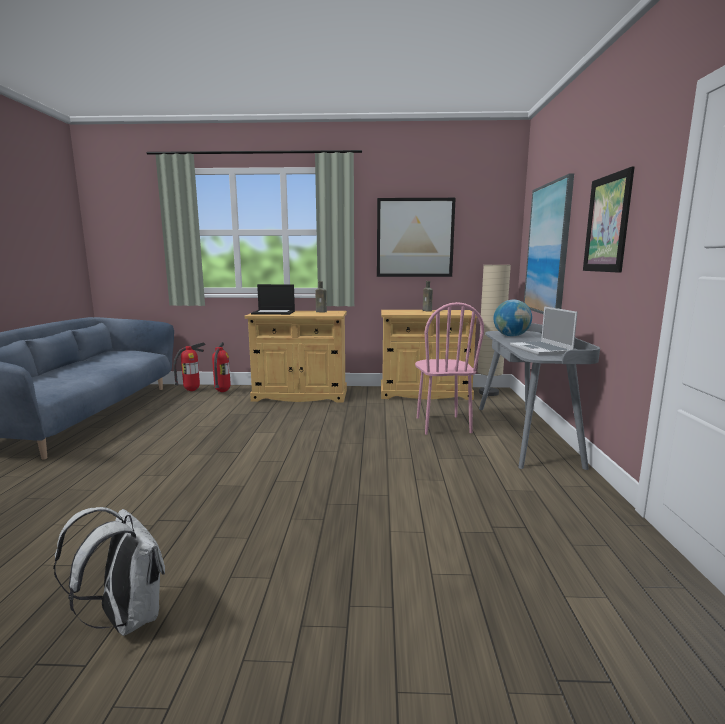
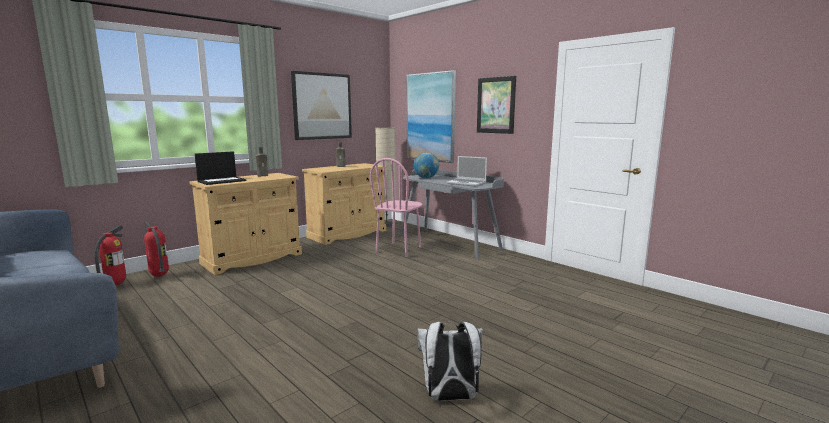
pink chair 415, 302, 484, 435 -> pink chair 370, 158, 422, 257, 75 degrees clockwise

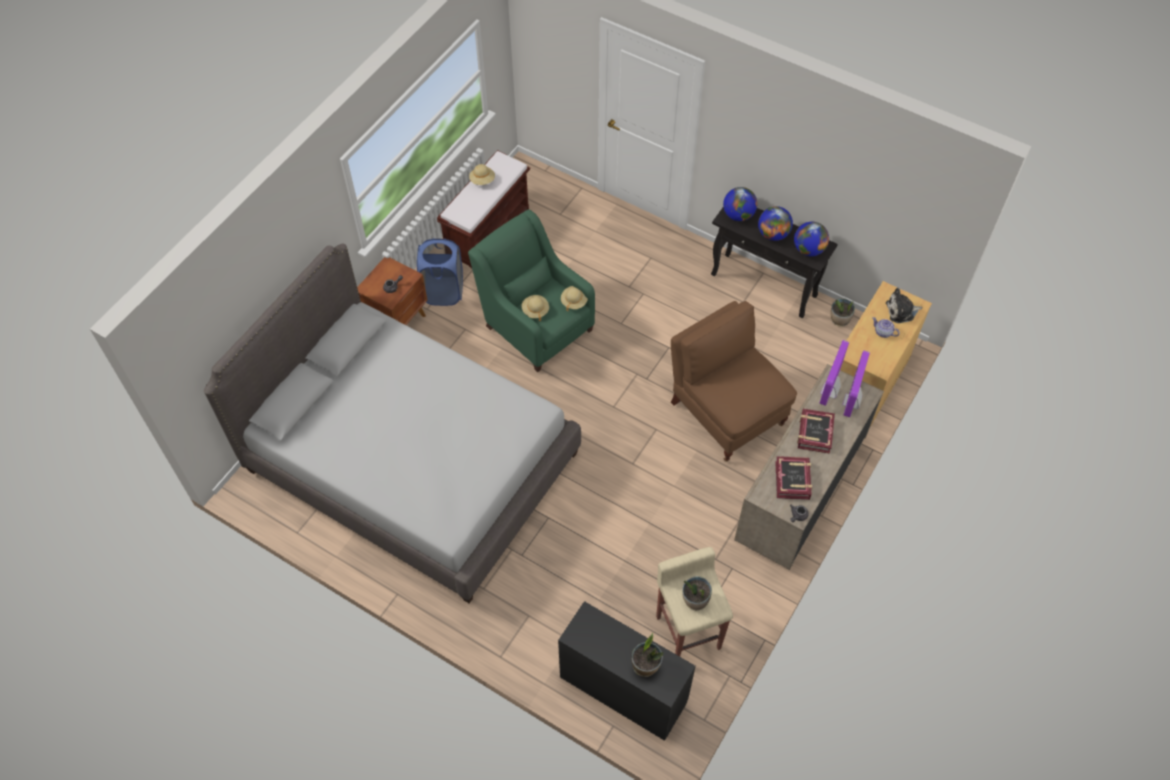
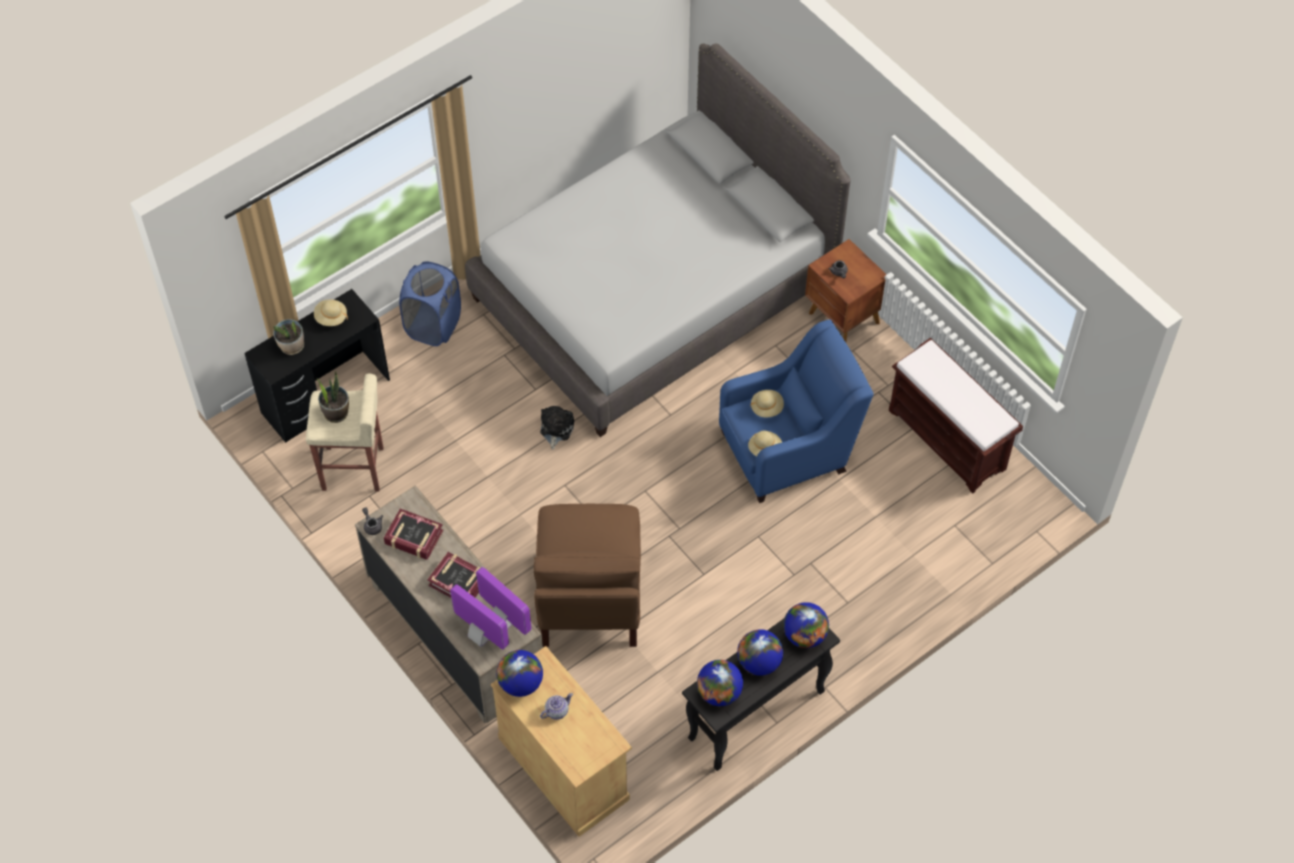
potted plant 831, 298, 855, 327 -> none
none -> globe 497, 650, 543, 697
blue laundry basket 417, 238, 463, 306 -> blue laundry basket 399, 261, 461, 346, shifted
beige hat 469, 164, 495, 185 -> beige hat 314, 299, 348, 326, shifted
plush toy 886, 288, 922, 323 -> plush toy 540, 406, 574, 450, shifted
green armchair 468, 209, 595, 372 -> blue armchair 719, 319, 874, 503
brown chair 671, 301, 797, 462 -> brown chair 534, 504, 641, 647, 105 degrees clockwise

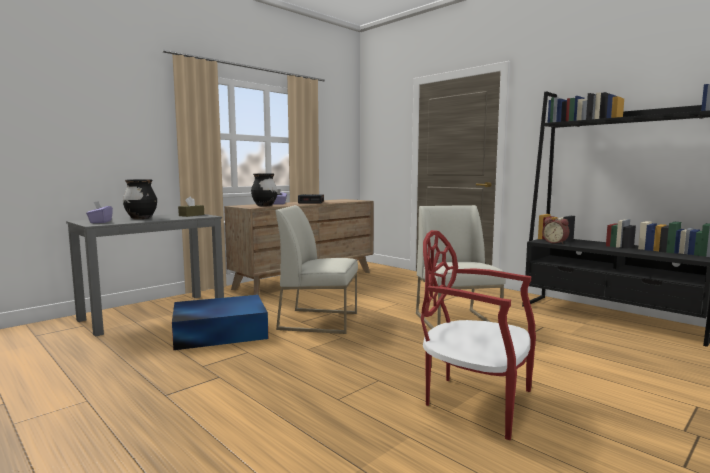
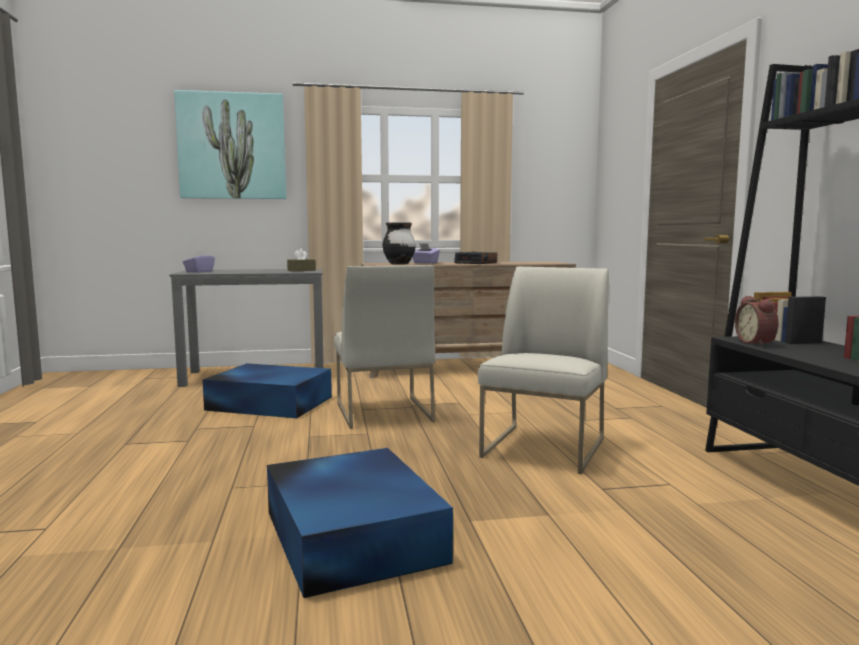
black vase 123, 179, 157, 219 -> none
none -> picture 174, 90, 286, 199
red chair 421, 230, 536, 440 -> blue storage box 267, 448, 453, 598
white chair 275, 205, 358, 334 -> white chair 334, 265, 435, 429, 150 degrees counterclockwise

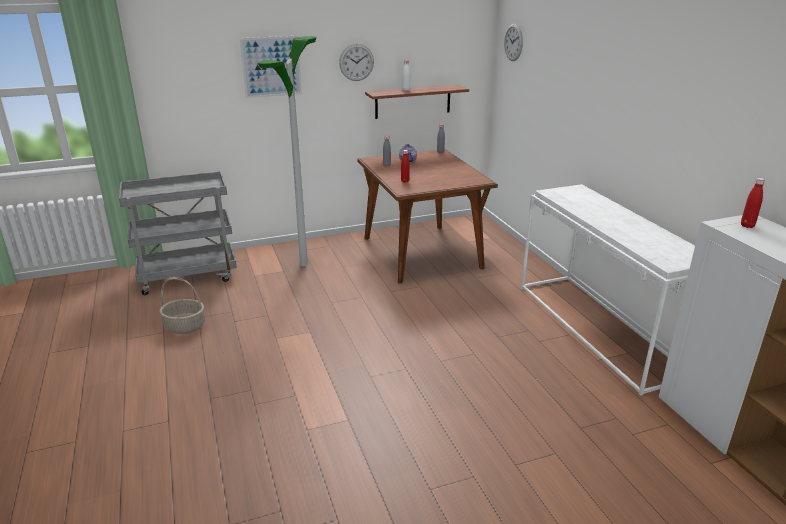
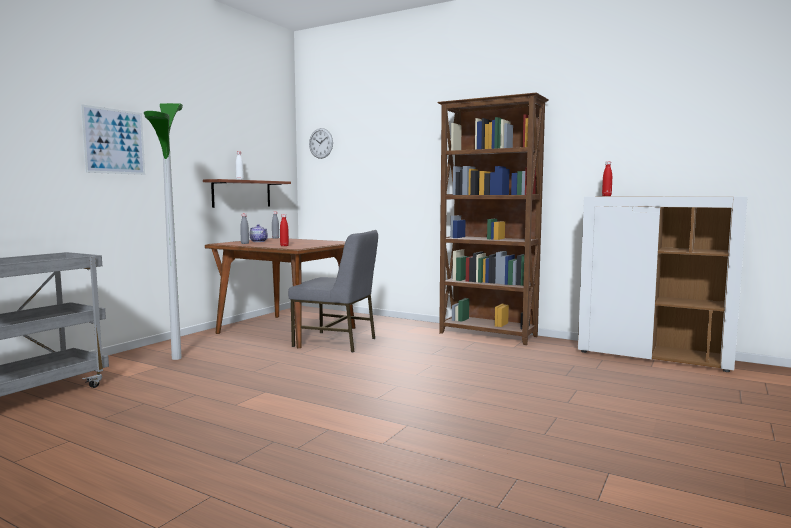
basket 159, 277, 205, 334 -> none
wall clock 339, 44, 374, 81 -> none
none -> grey chair 288, 230, 378, 352
white console table 521, 184, 695, 396 -> brown bookcase 437, 93, 549, 345

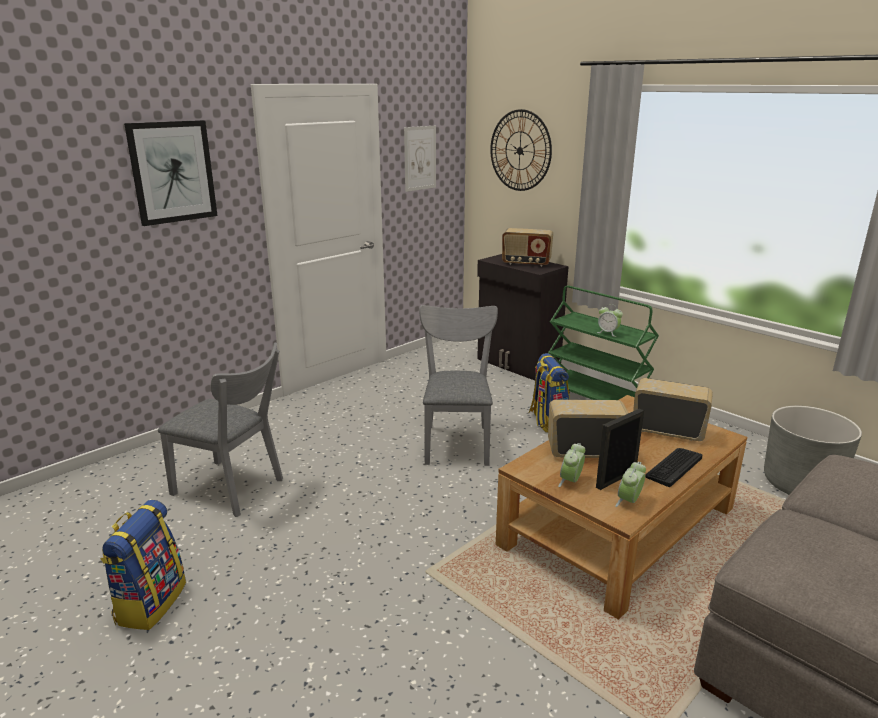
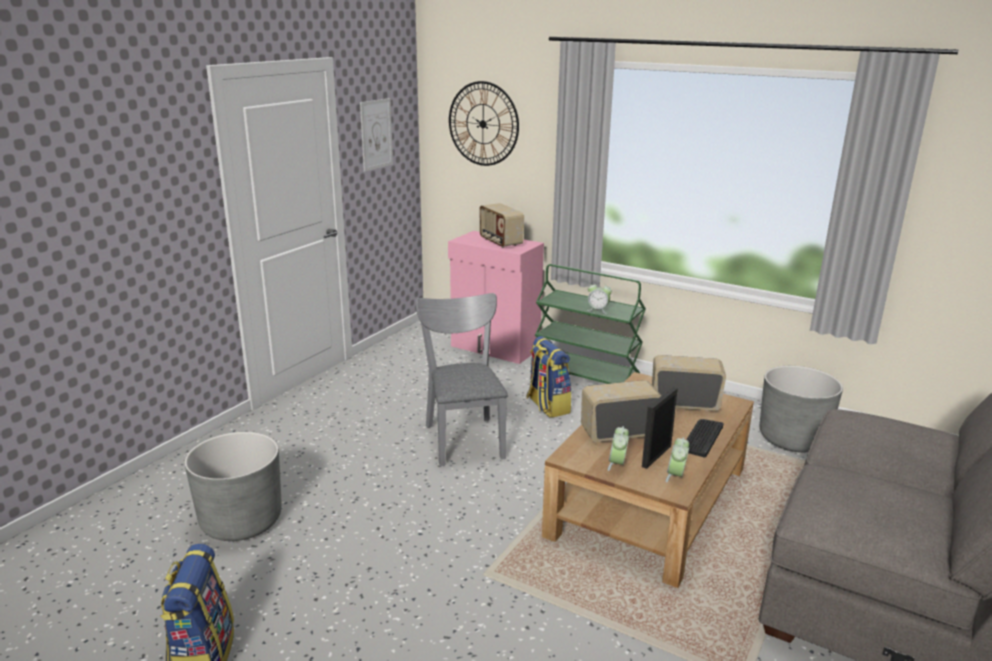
picture 124, 120, 218, 226 -> none
grey chair 158, 342, 283, 517 -> grey planter 184, 432, 282, 541
black cabinet 477, 254, 569, 380 -> pink cabinet 448, 231, 544, 364
radio 502, 228, 553, 267 -> radio 480, 203, 524, 248, 60 degrees clockwise

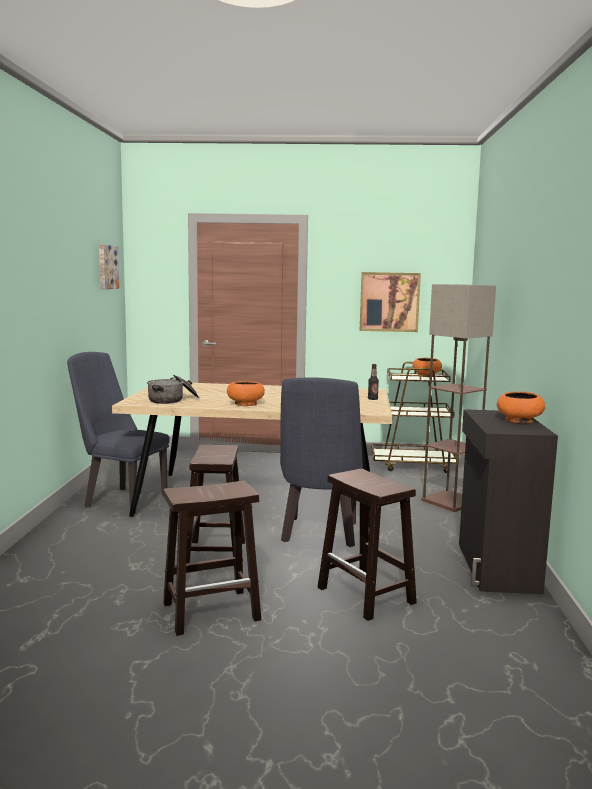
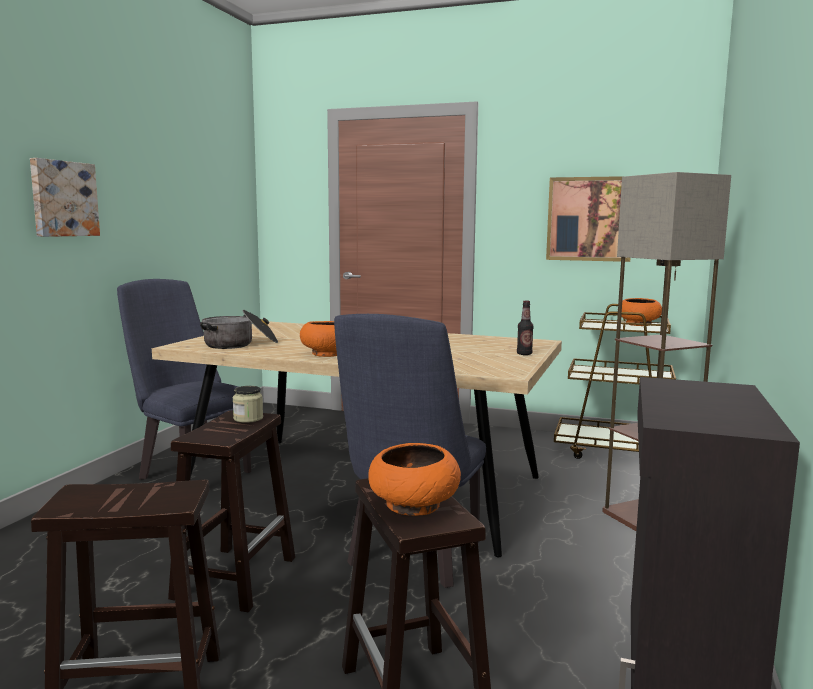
none -> jar 233, 386, 263, 423
picture 99, 244, 119, 289 -> picture 30, 158, 100, 237, shifted
orange bowl 497, 392, 545, 423 -> orange bowl 368, 443, 461, 516, shifted

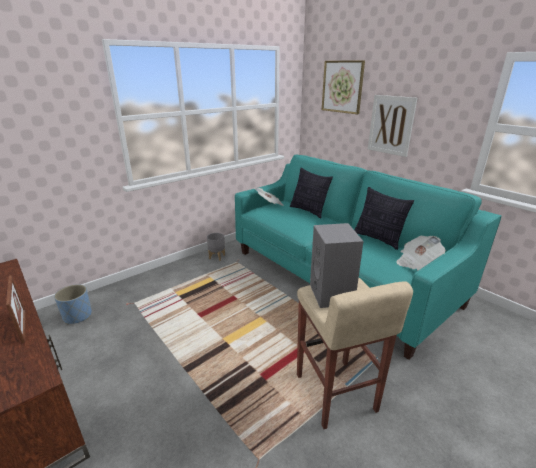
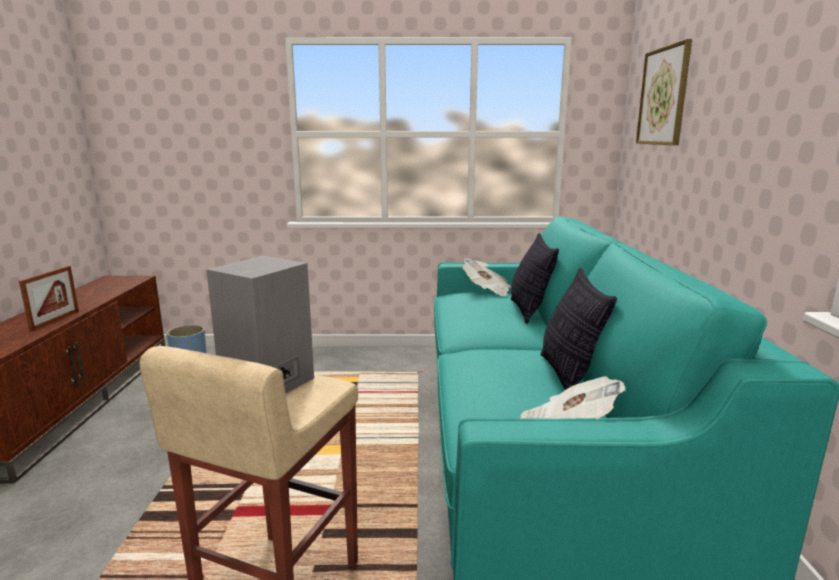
grey planter 207, 233, 225, 261 -> none
picture 368, 95, 417, 157 -> none

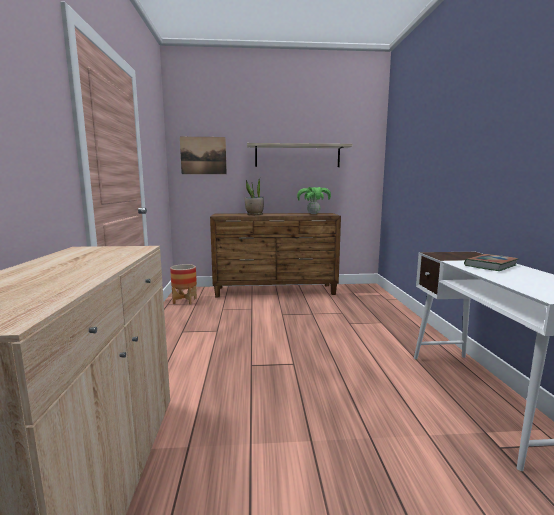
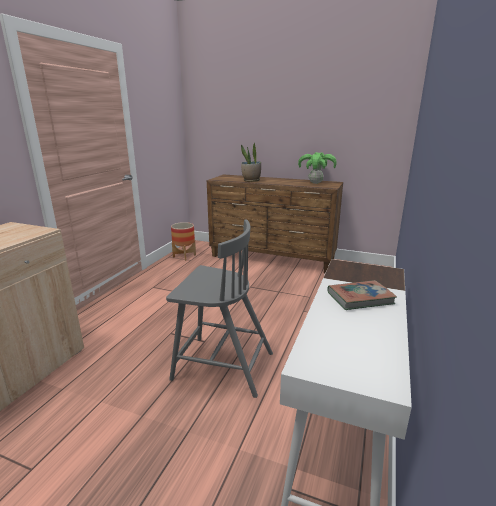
picture 180, 137, 227, 174 -> none
shelf 247, 143, 353, 167 -> none
none -> grey chair 166, 220, 273, 398

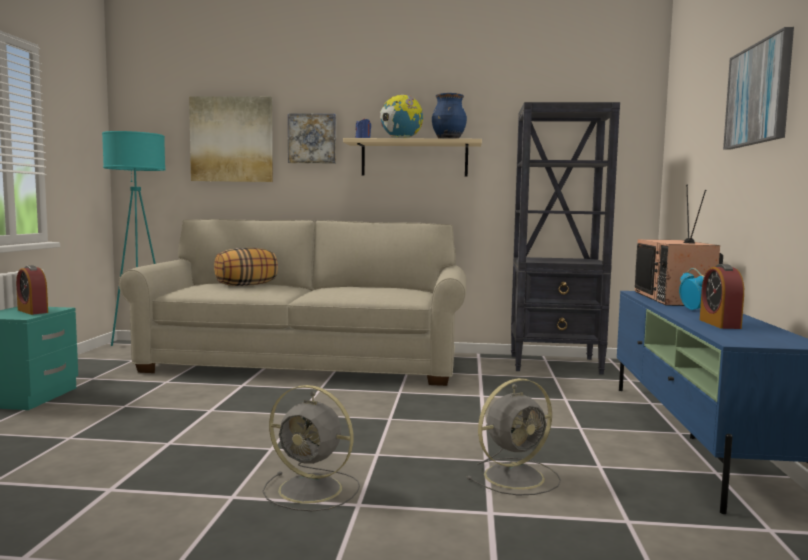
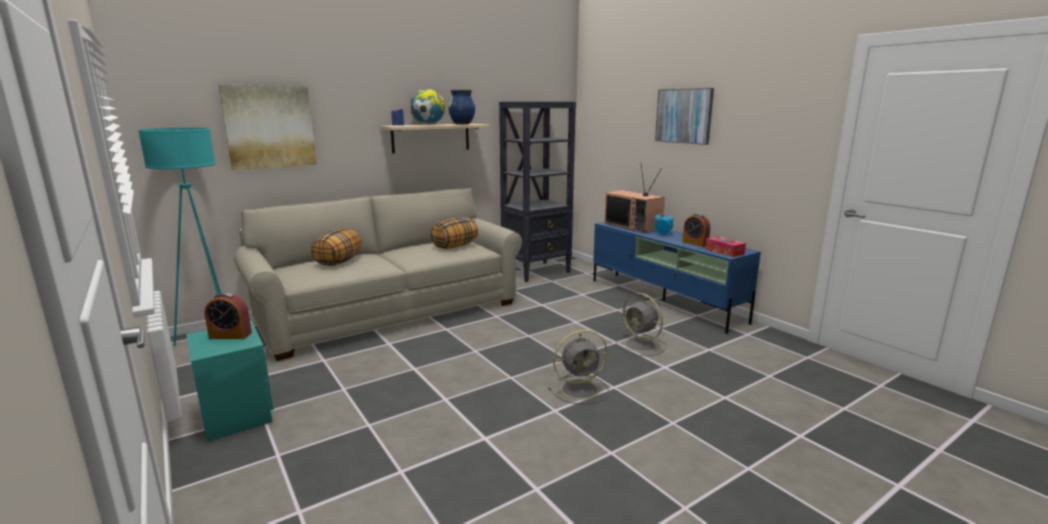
picture 288, 114, 336, 164 -> none
none -> pillow 430, 217, 478, 249
none -> tissue box 705, 236, 746, 257
grey fan 467, 378, 561, 496 -> grey fan 616, 293, 667, 356, 120 degrees clockwise

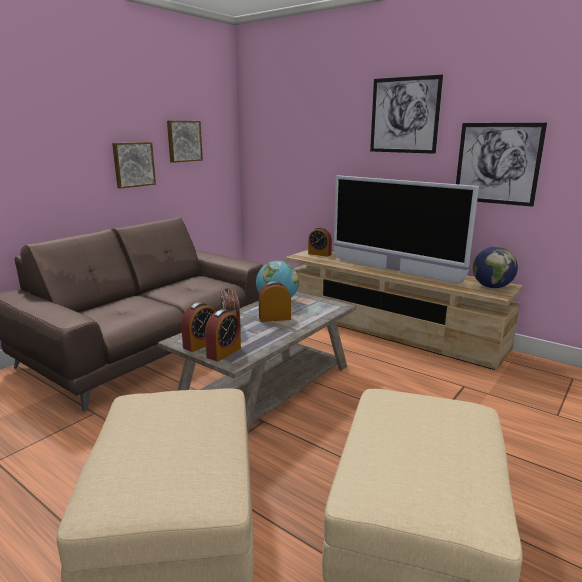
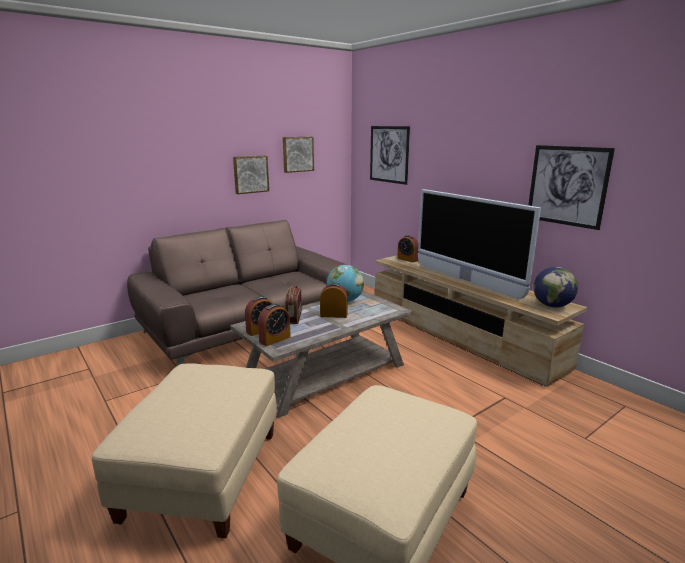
picture 370, 75, 443, 154 -> picture 370, 126, 410, 185, shifted

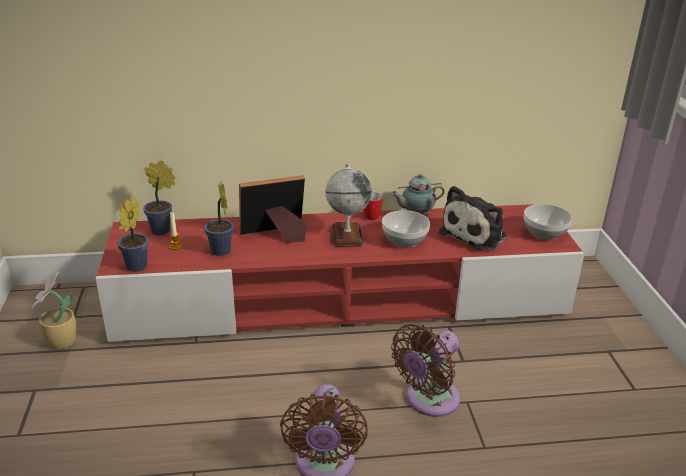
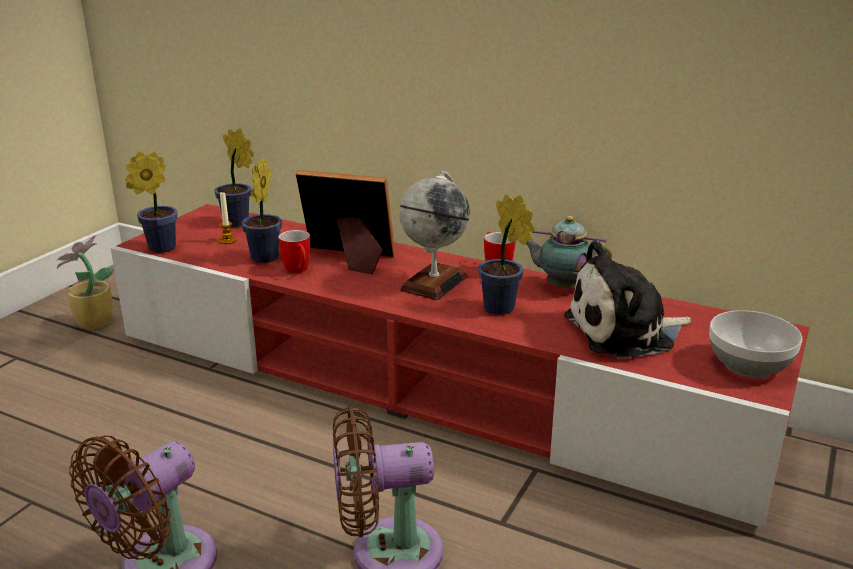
none -> mug 278, 230, 310, 273
bowl 382, 210, 430, 247 -> potted plant 478, 194, 535, 315

